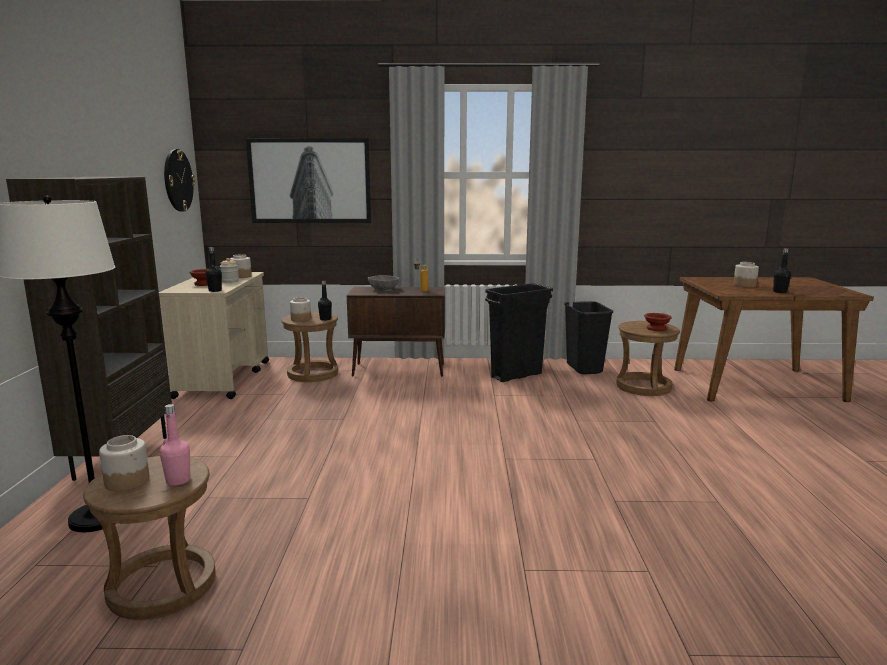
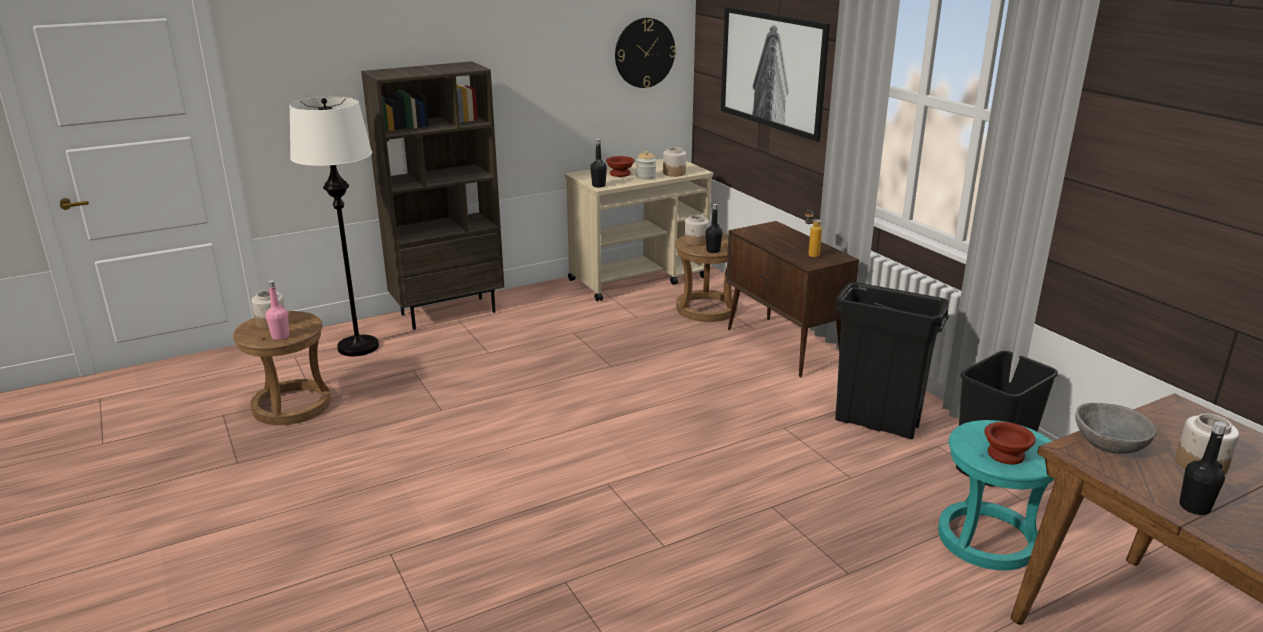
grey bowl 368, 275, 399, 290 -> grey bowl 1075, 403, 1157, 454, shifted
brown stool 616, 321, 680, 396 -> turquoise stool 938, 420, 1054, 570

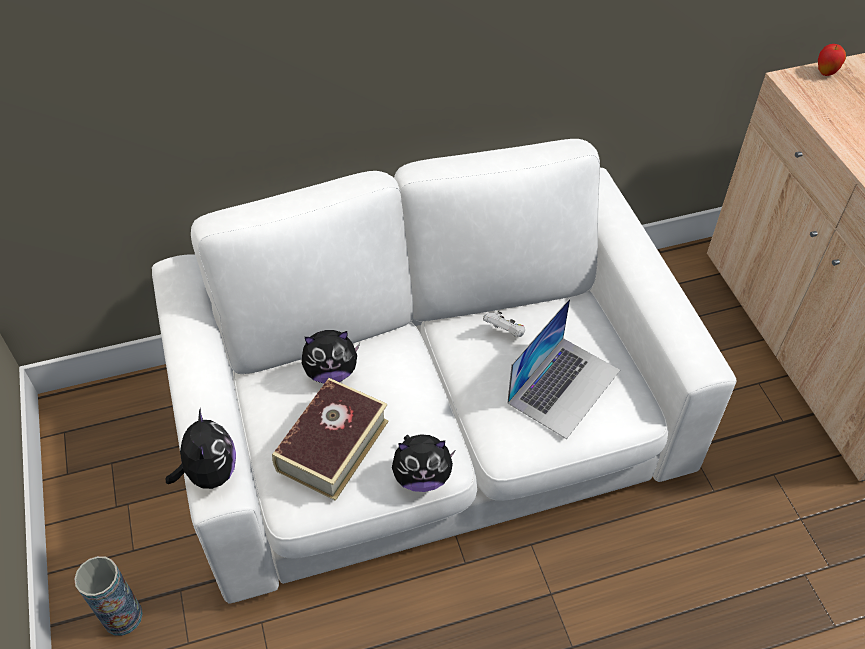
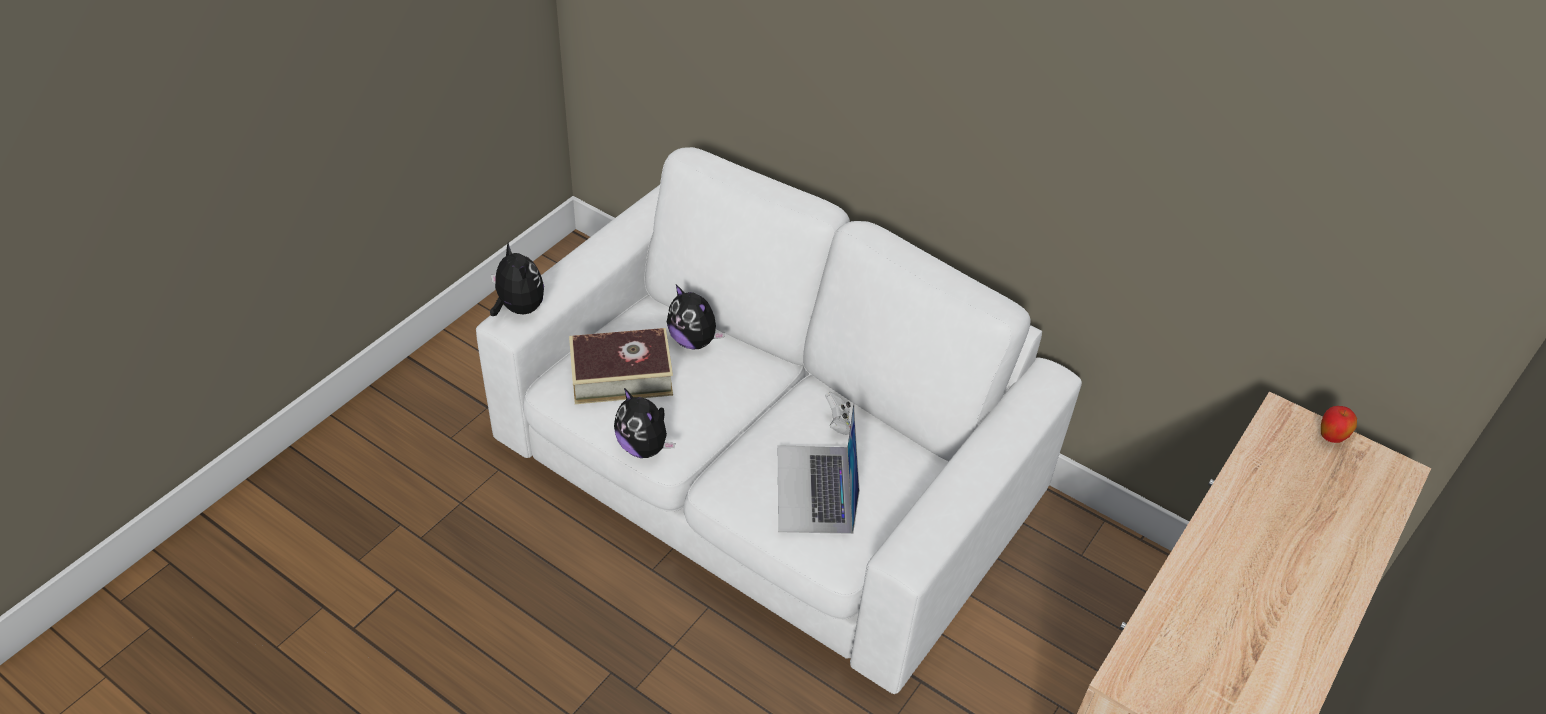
vase 74, 556, 143, 636 -> none
plush toy 165, 408, 236, 489 -> plush toy 490, 242, 544, 316, 75 degrees counterclockwise
laptop 507, 298, 620, 439 -> laptop 778, 403, 860, 534, 90 degrees clockwise

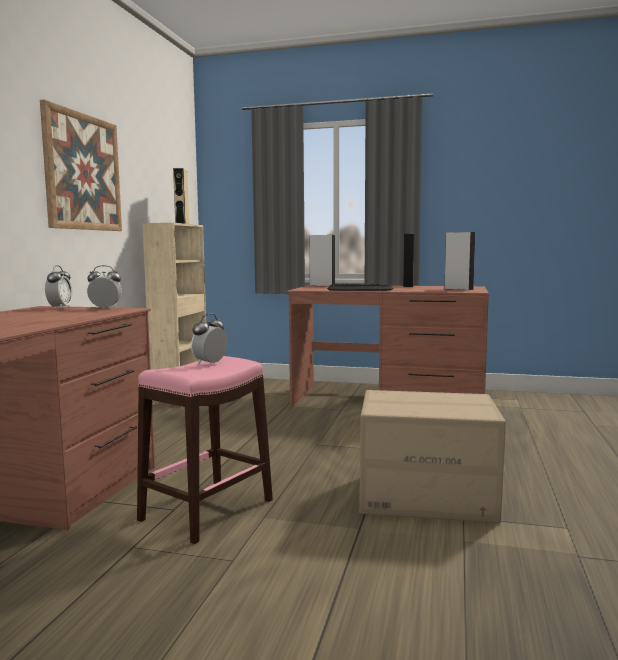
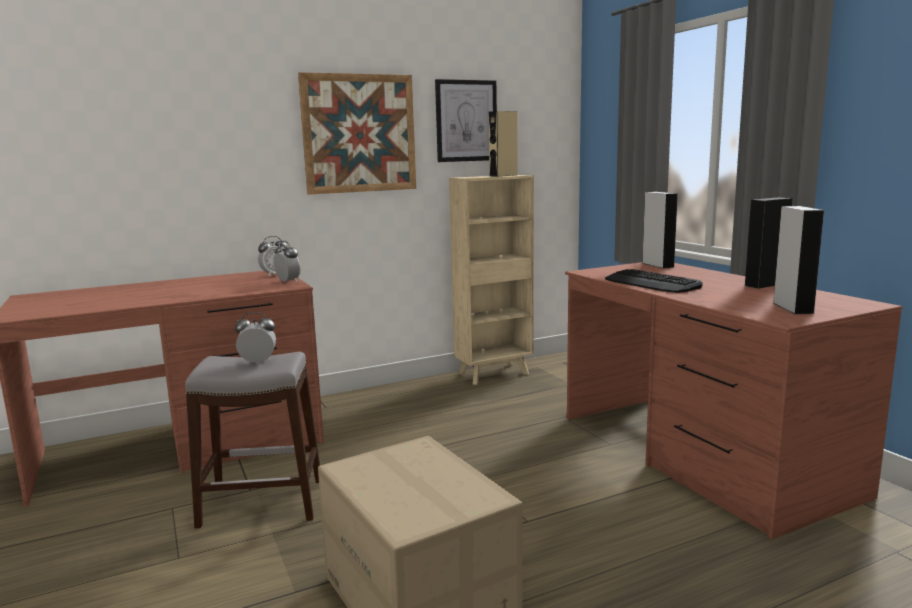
none -> picture 435, 79, 497, 162
pink stool 137, 356, 273, 544 -> grey stool 185, 352, 320, 528

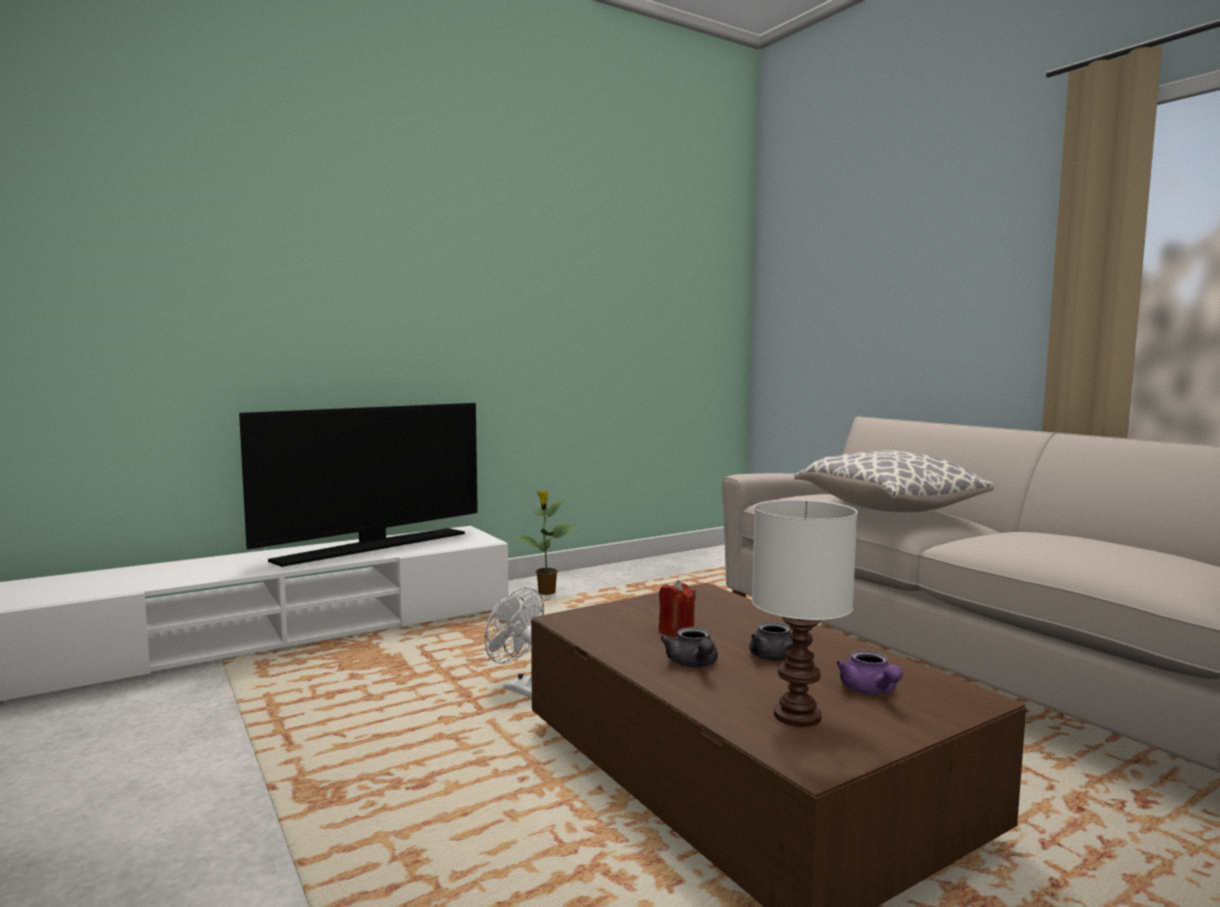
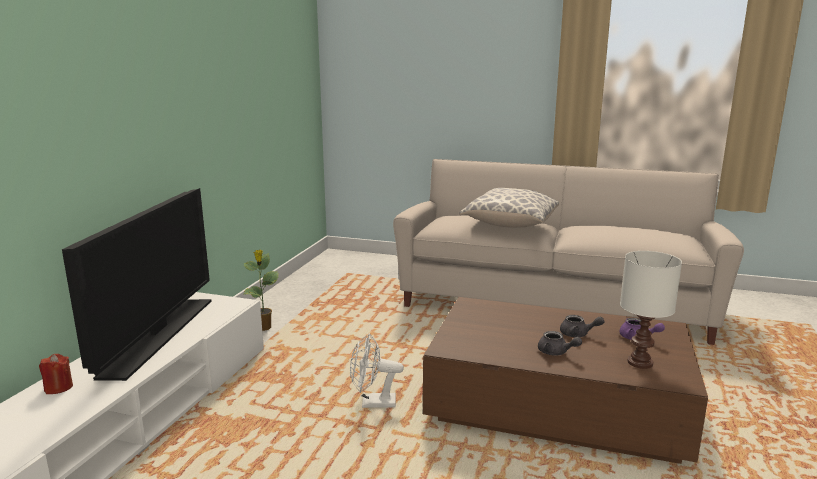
red candle 659, 580, 696, 637 -> red candle 39, 354, 73, 394, shifted

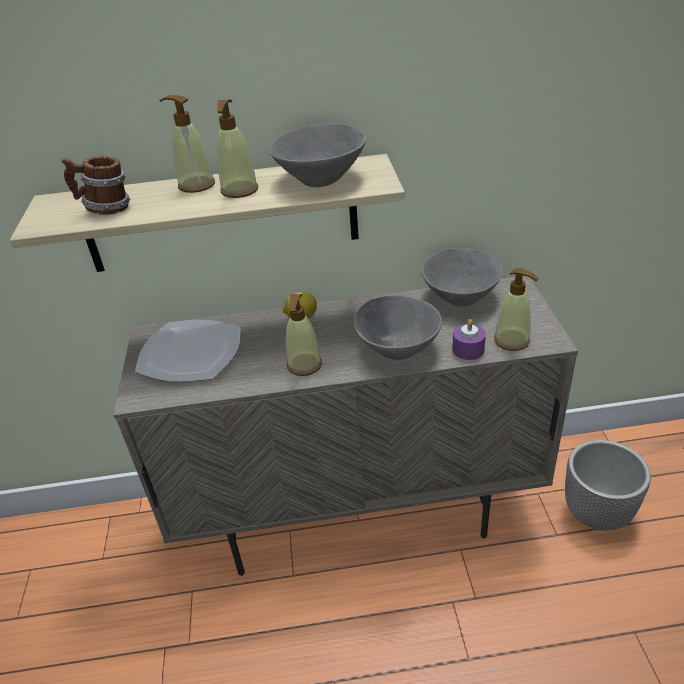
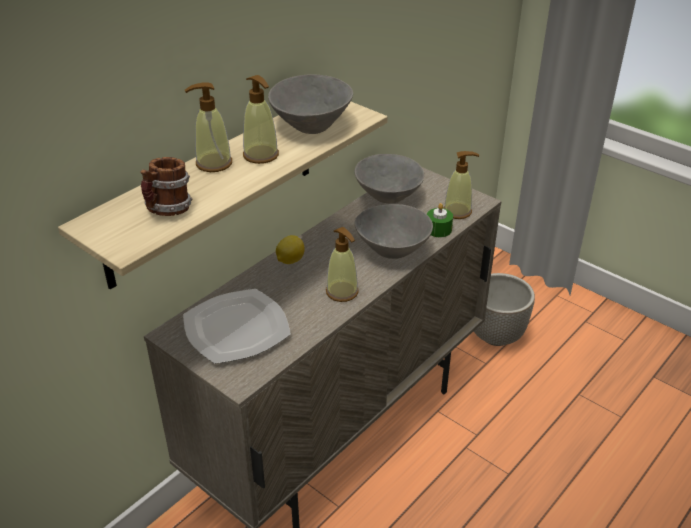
purple candle 452, 319, 486, 360 -> green candle 427, 203, 453, 237

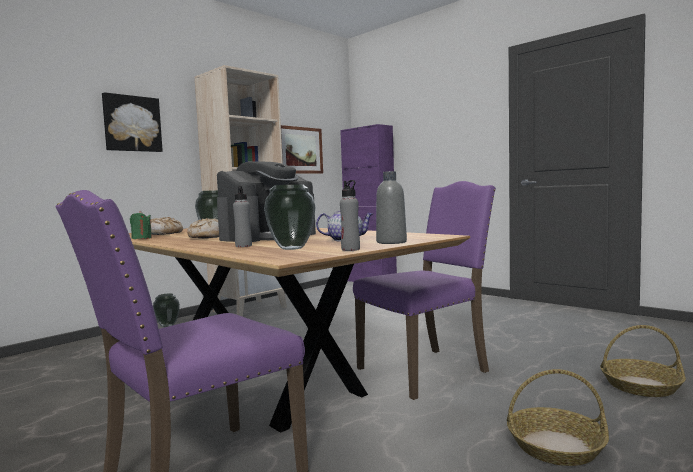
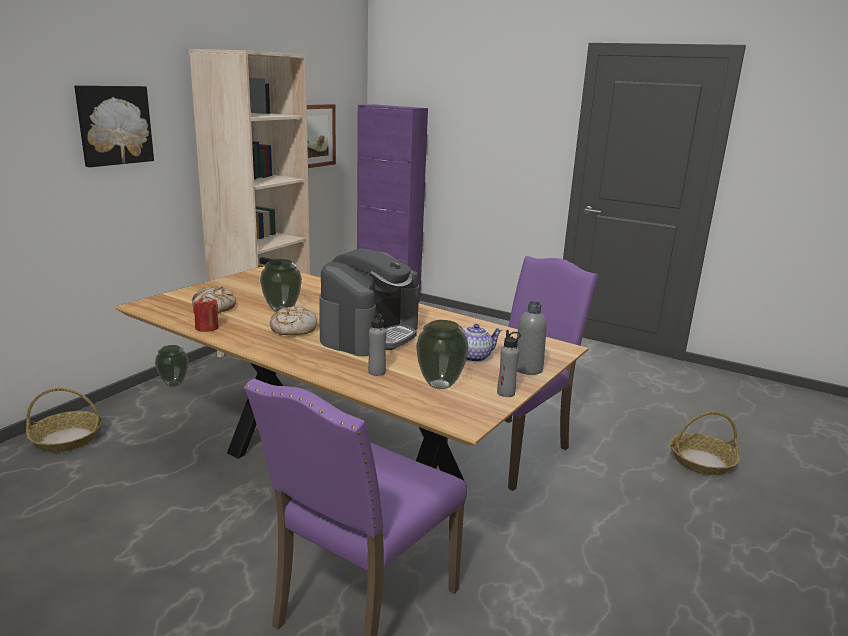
basket 507, 369, 609, 466 -> basket 26, 388, 102, 452, shifted
green candle 130, 211, 152, 239 -> red candle 193, 297, 219, 332

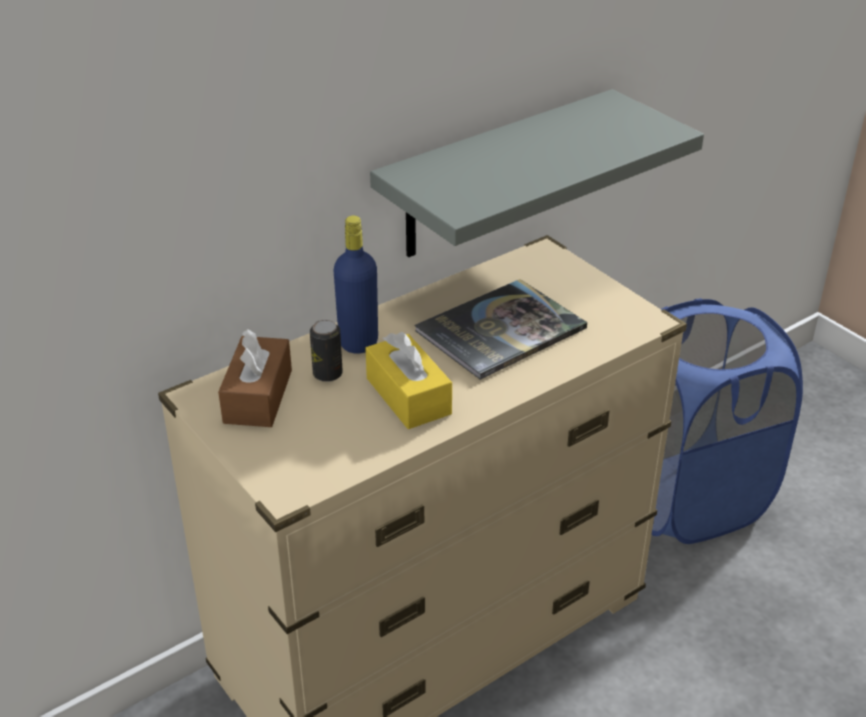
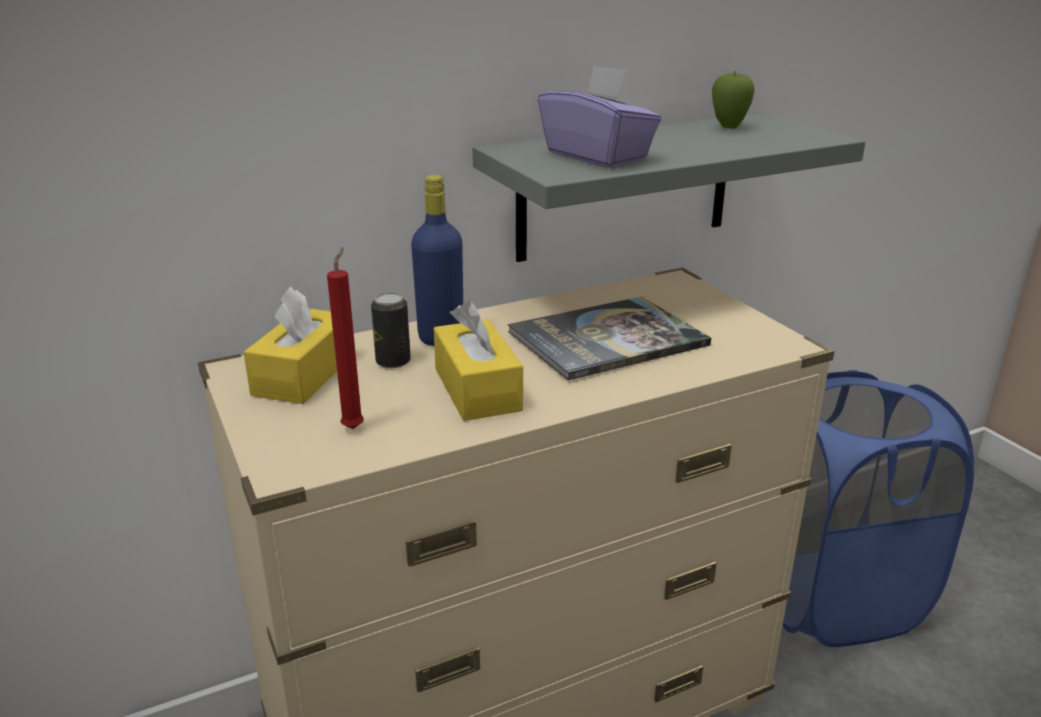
none -> red candle 327, 247, 364, 429
none -> purple tissue box 538, 65, 661, 168
none -> apple 712, 71, 755, 129
brown tissue box 218, 329, 292, 427 -> yellow tissue box 243, 287, 337, 404

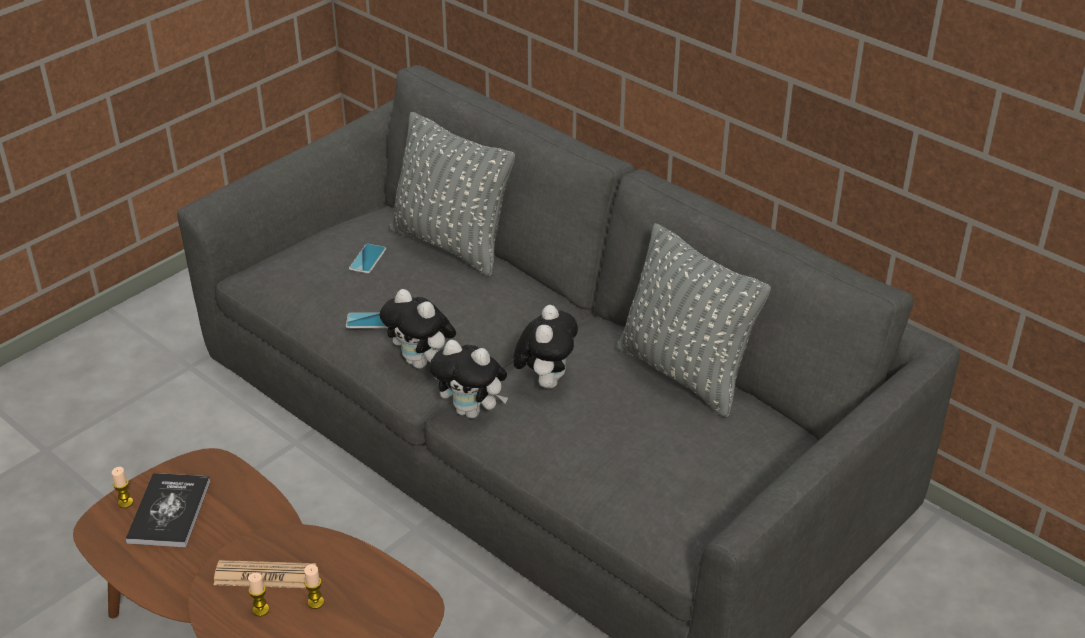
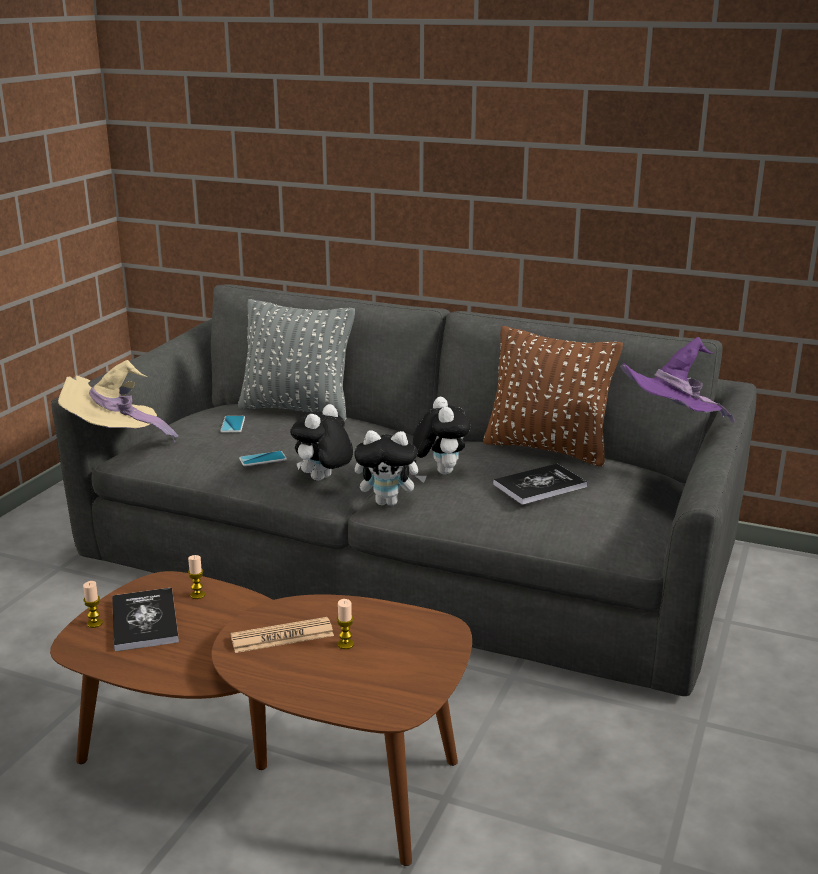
none -> beige hat 58, 360, 178, 443
none -> book 493, 464, 587, 505
none -> purple hat 620, 337, 735, 423
candle 248, 573, 269, 617 -> candle 188, 555, 205, 599, shifted
grey pillow 617, 223, 771, 417 -> brown pillow 483, 326, 623, 466
plush toy 380, 289, 456, 369 -> plush toy 290, 404, 353, 481, 105 degrees clockwise

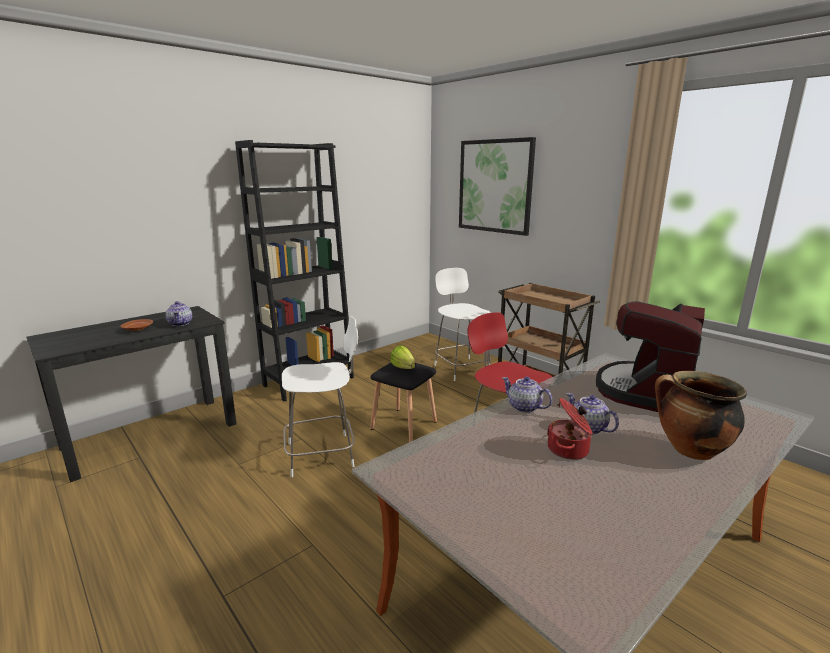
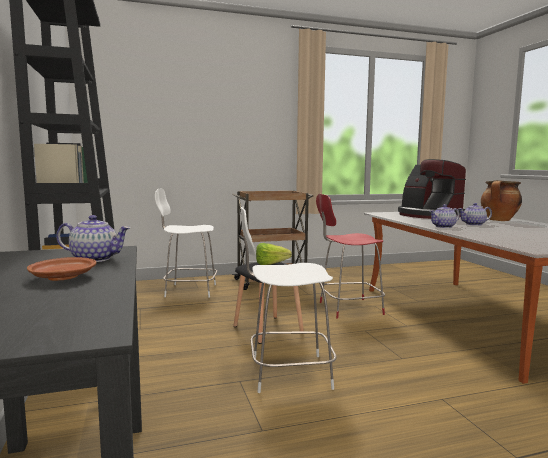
picture 459, 137, 536, 236 -> none
cooking pot 547, 398, 593, 460 -> none
white chair 282, 316, 358, 477 -> white chair 241, 207, 337, 393, 105 degrees counterclockwise

